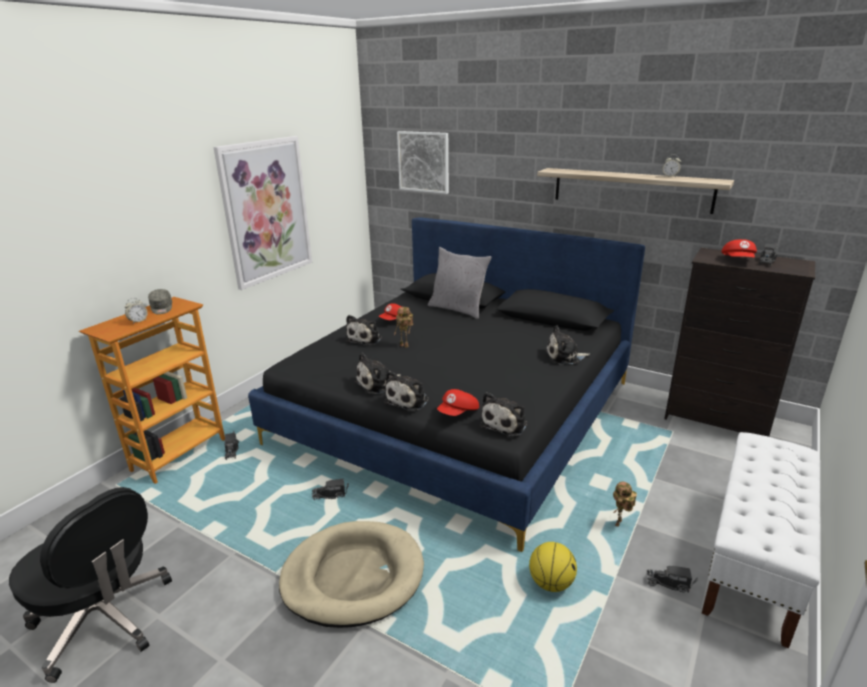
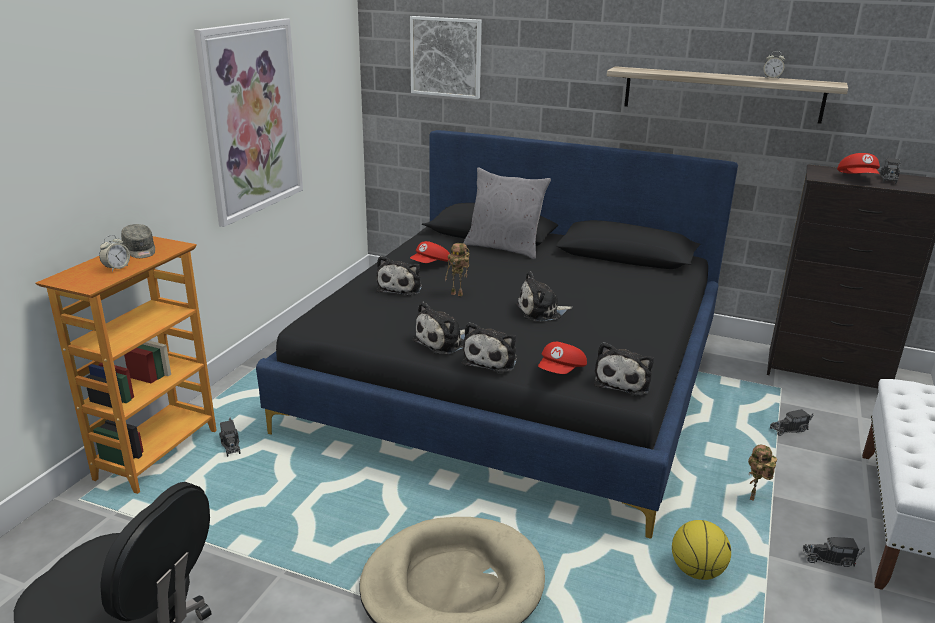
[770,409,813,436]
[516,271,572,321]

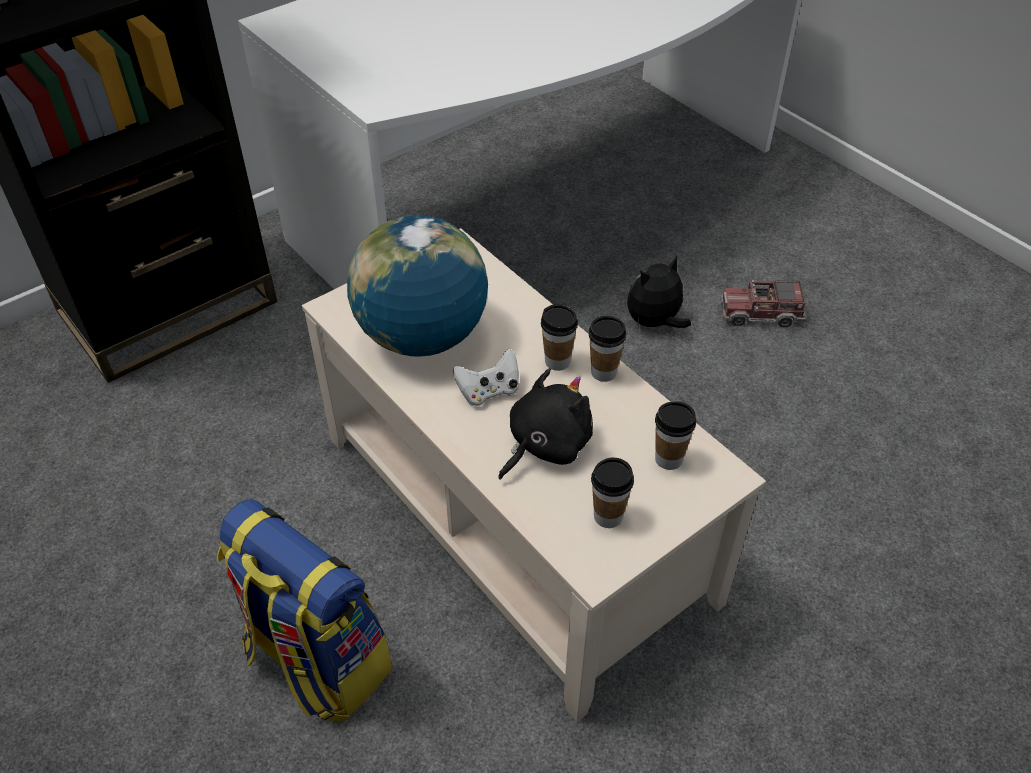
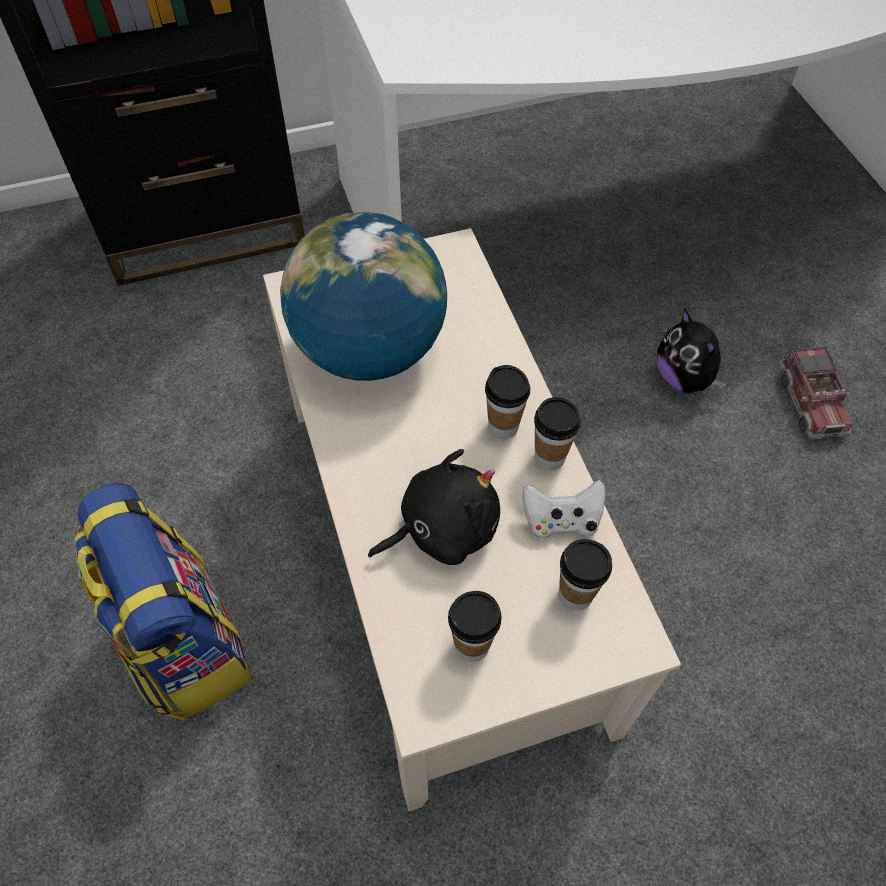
[522,480,605,539]
[657,308,727,393]
[779,347,853,439]

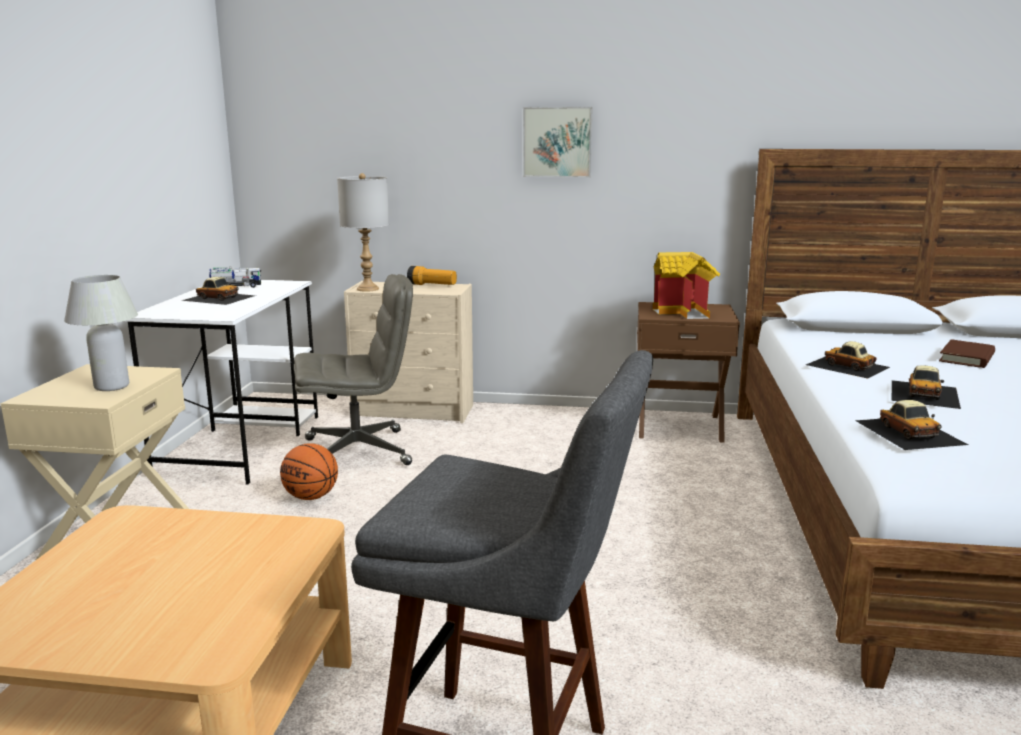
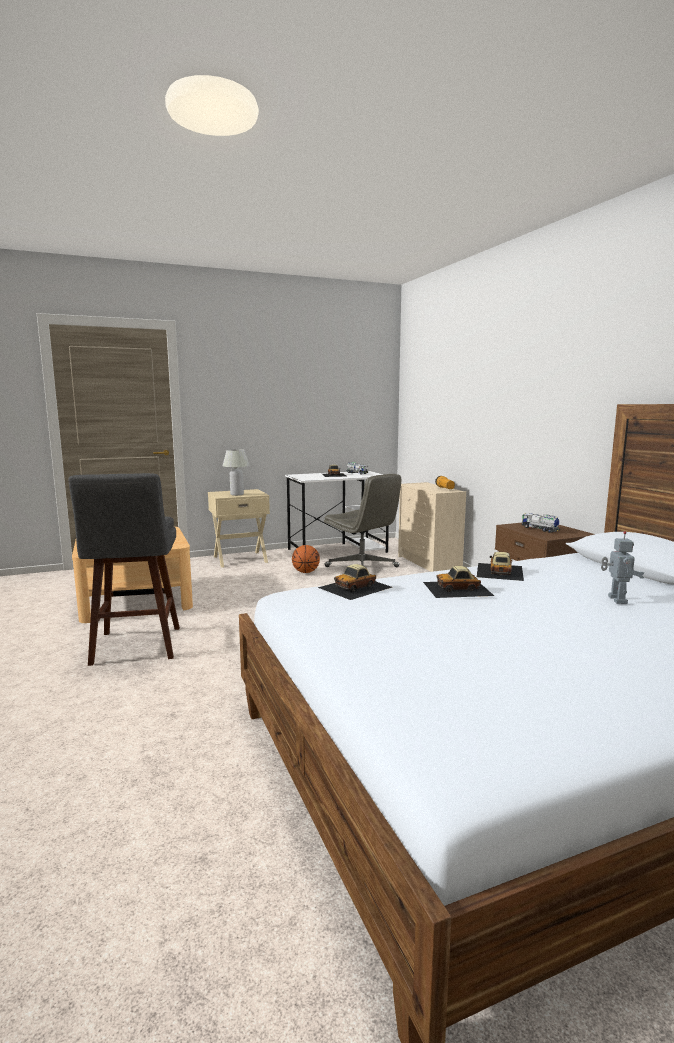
[337,173,389,292] (first image)
[523,107,593,178] (first image)
[522,513,561,533]
[601,531,644,604]

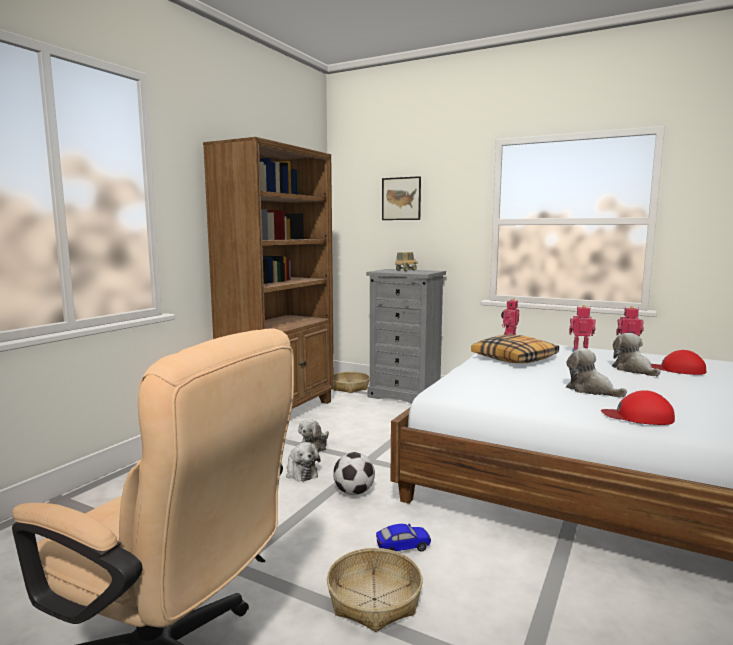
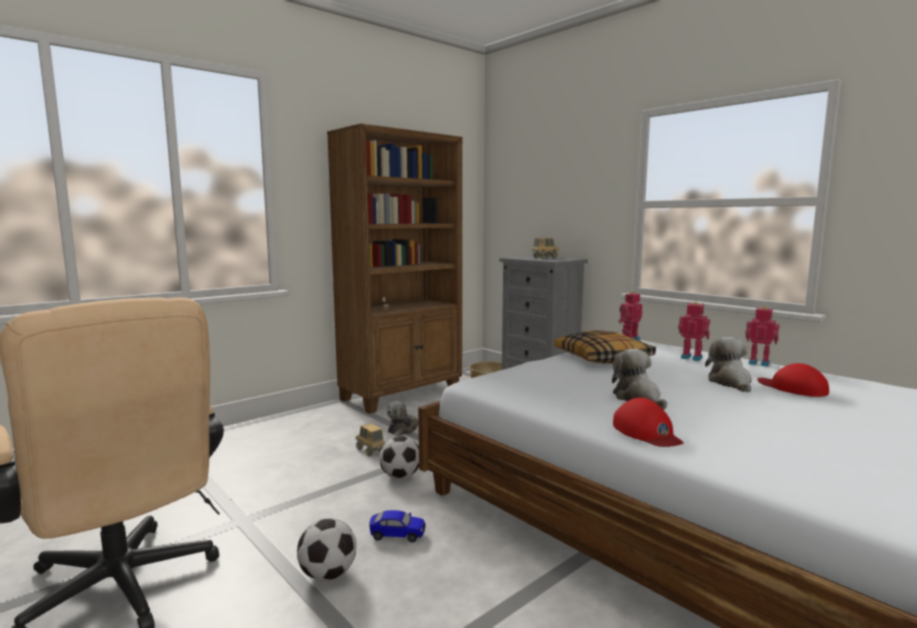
[356,423,385,456]
[297,518,357,581]
[382,176,421,220] (first image)
[613,398,683,447]

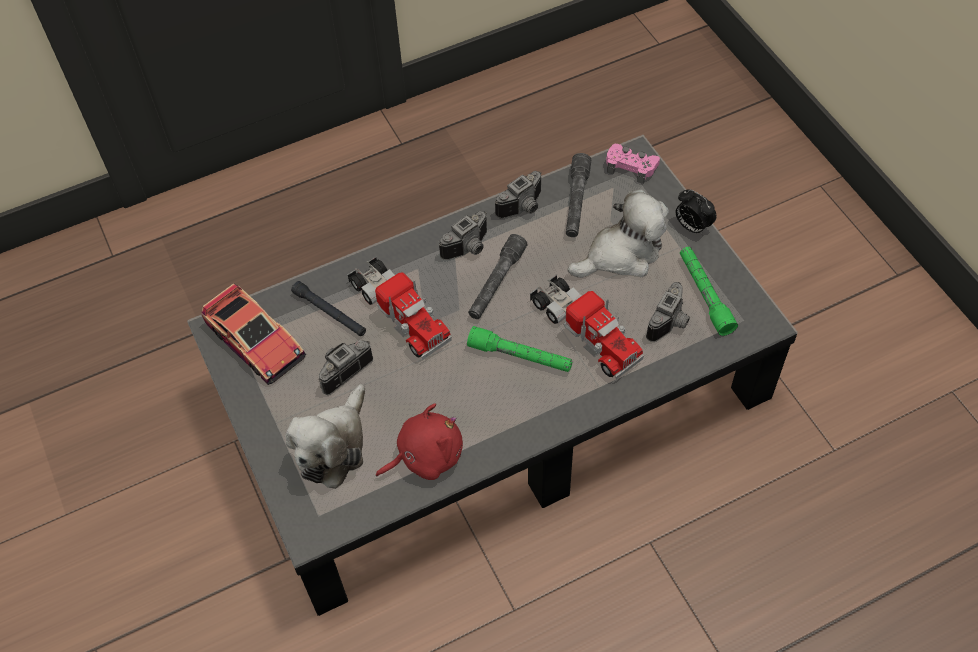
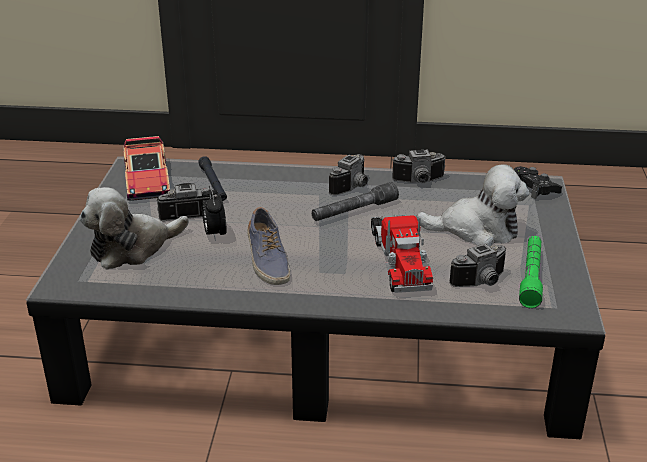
[347,257,452,360] (first image)
[376,403,463,480] (first image)
[329,154,368,195]
[467,326,572,372] (first image)
[566,153,591,237] (first image)
[514,166,562,199]
[201,185,227,242]
[247,207,291,285]

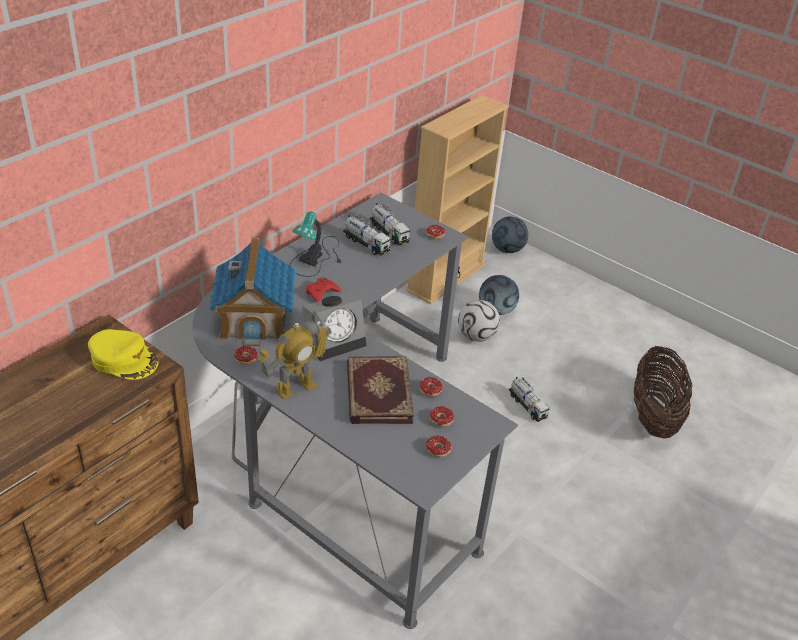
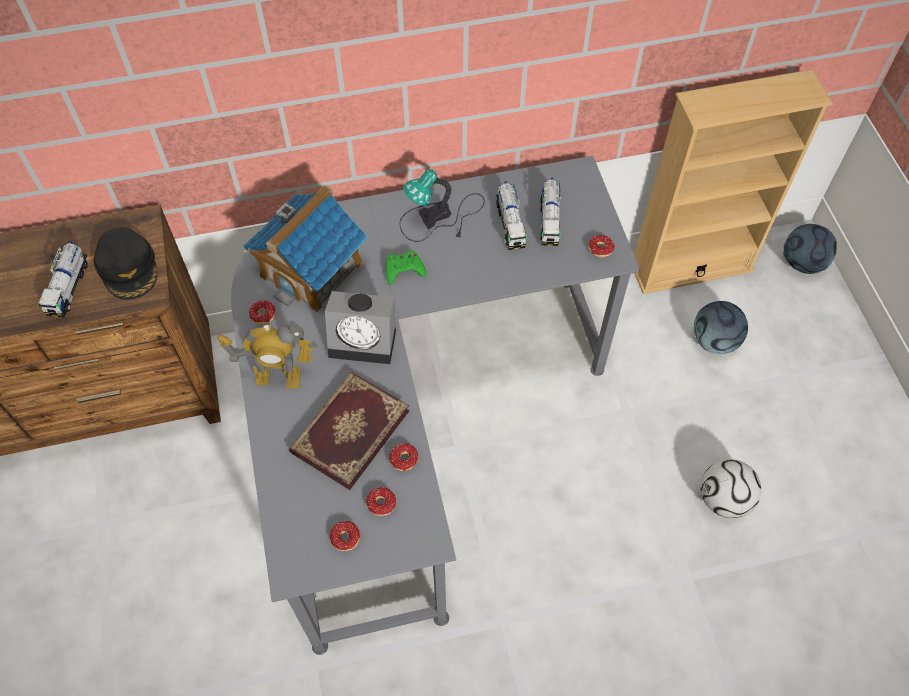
[94,227,157,300]
[386,250,427,285]
[700,459,761,518]
[38,241,88,317]
[634,346,693,439] (first image)

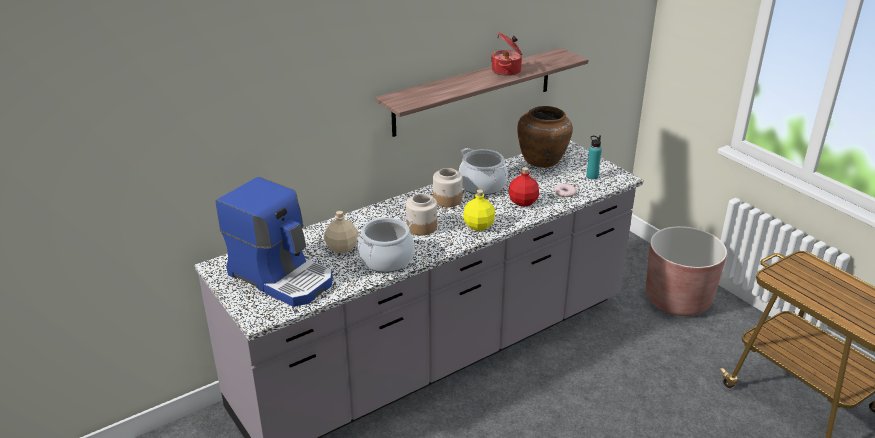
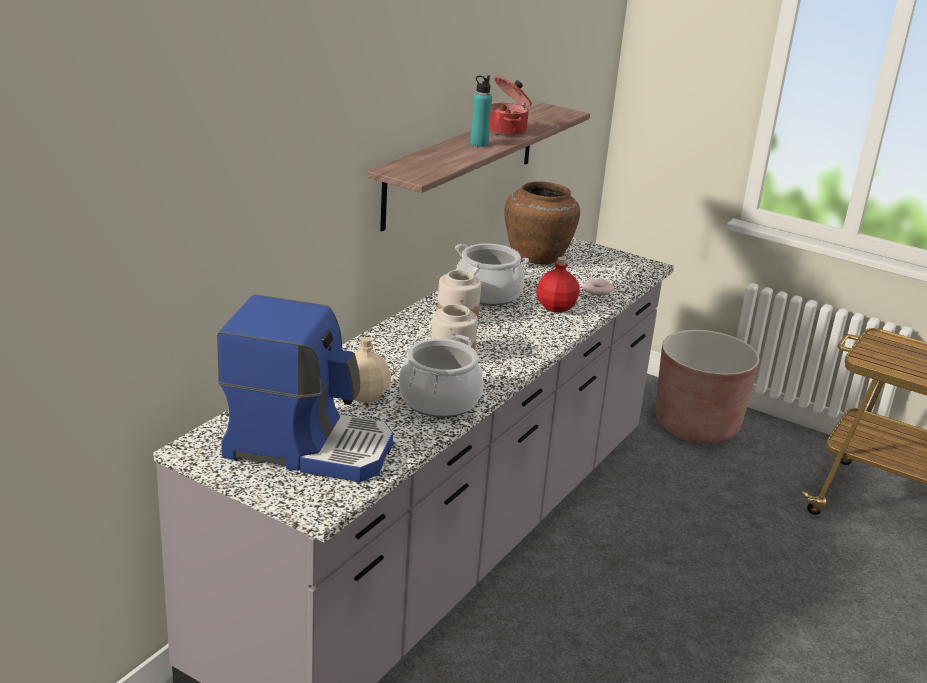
[463,190,495,231] (first image)
[470,75,492,147]

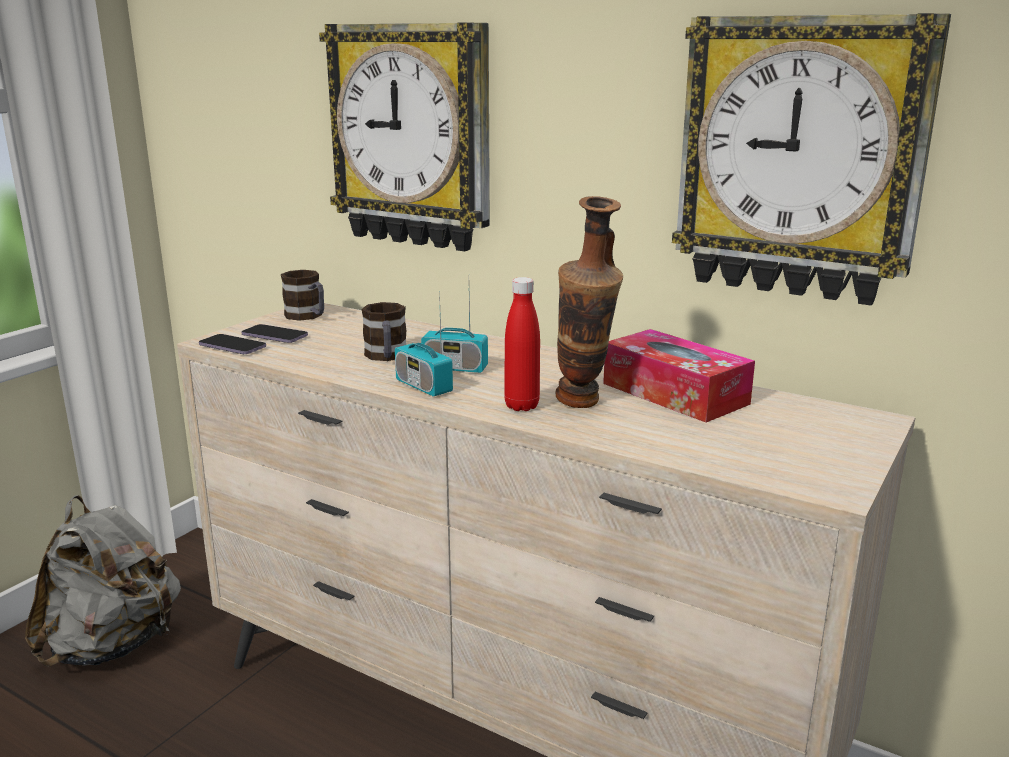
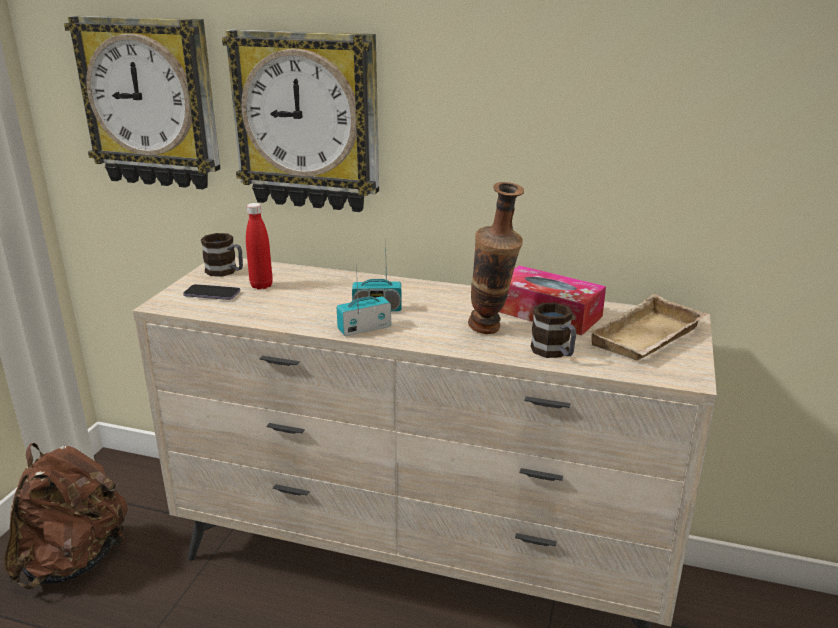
[4,443,127,589]
[199,334,266,354] (first image)
[531,303,576,358]
[337,263,391,336]
[246,203,273,290]
[64,16,221,189]
[588,294,707,360]

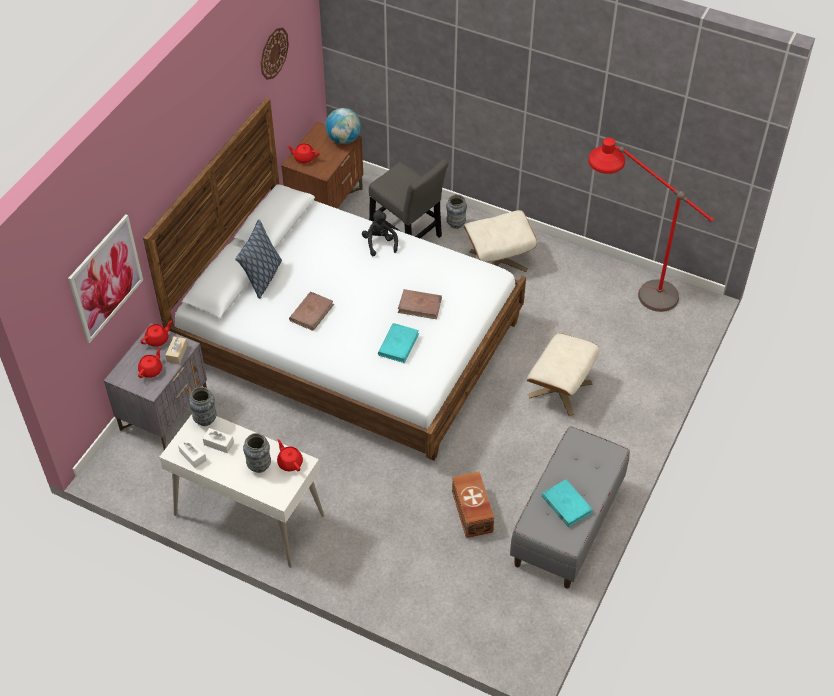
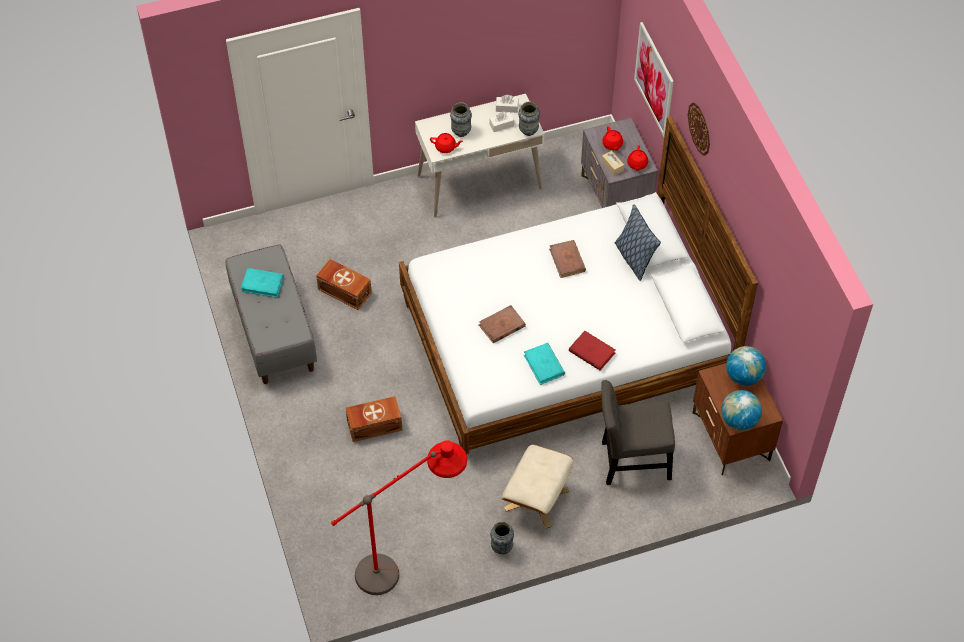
[688,102,710,156]
[726,346,766,386]
[569,331,615,370]
[524,343,565,385]
[490,522,514,554]
[346,396,402,442]

